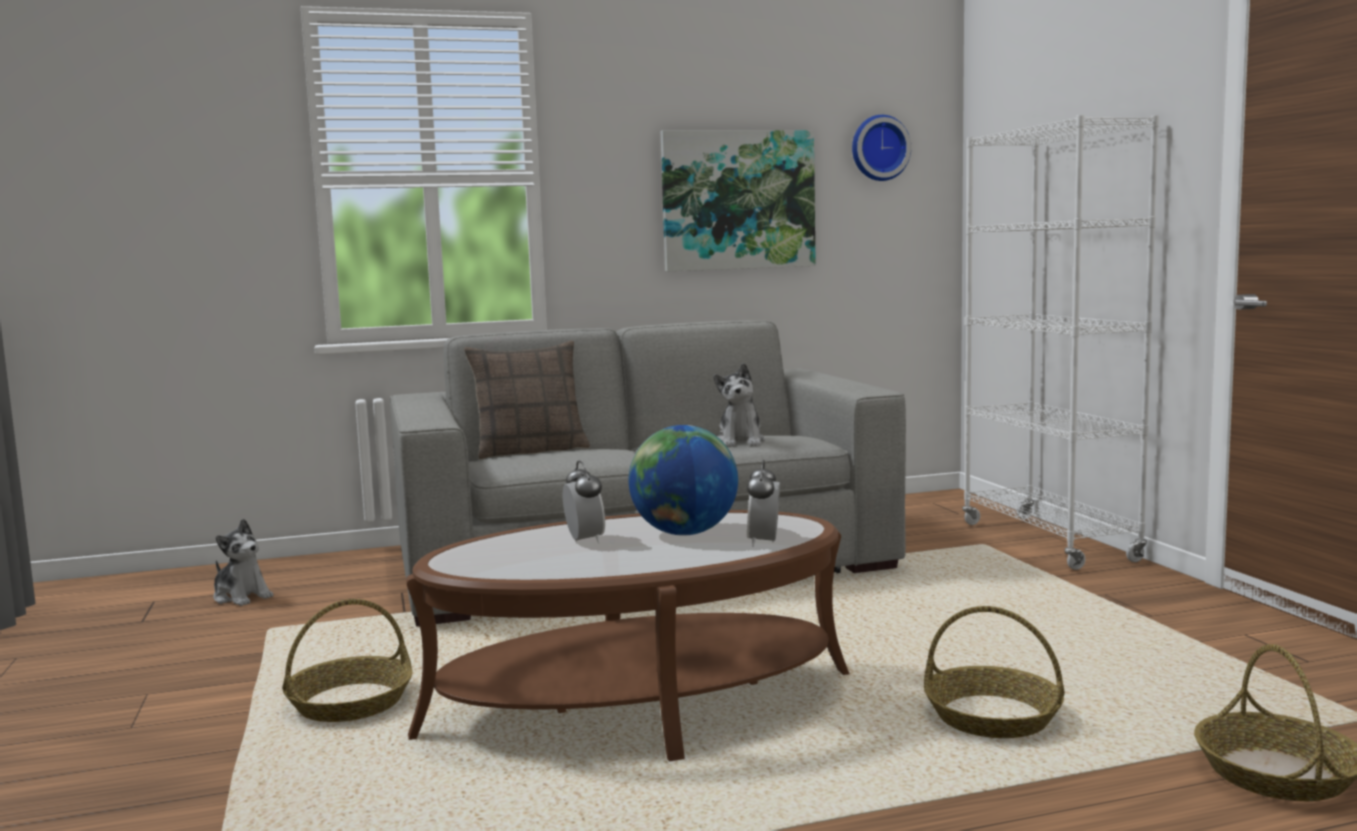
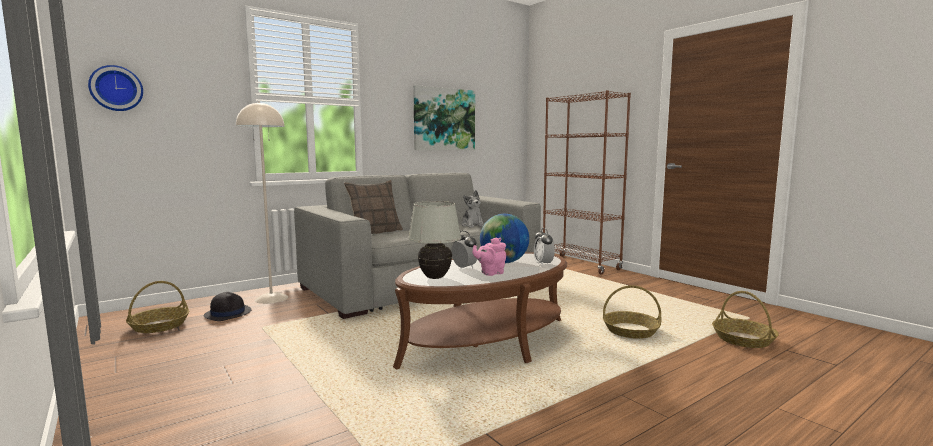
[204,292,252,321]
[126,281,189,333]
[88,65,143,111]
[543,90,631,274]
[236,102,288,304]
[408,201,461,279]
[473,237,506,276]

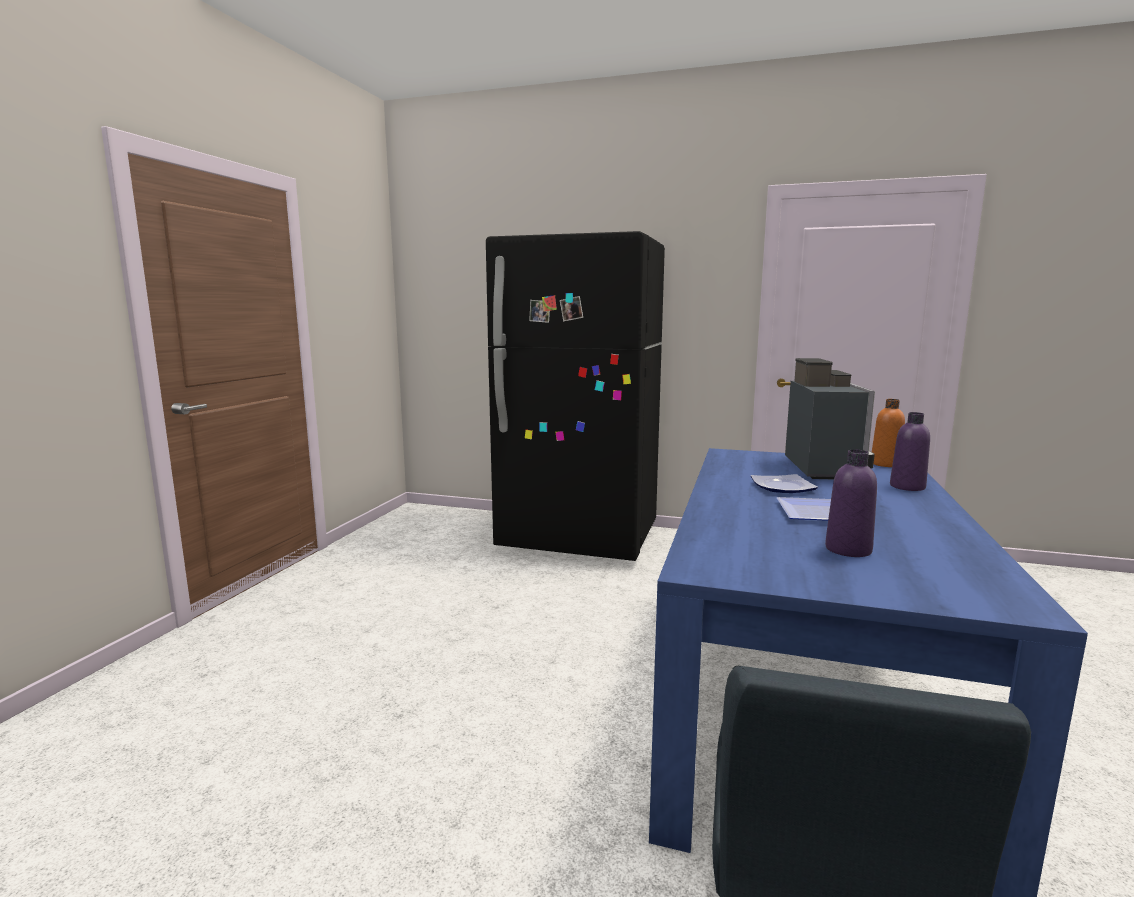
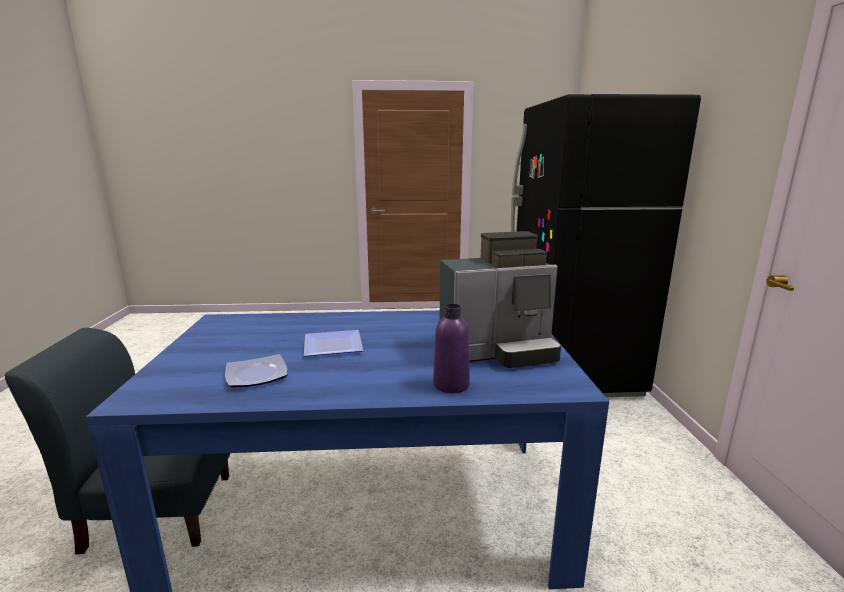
[225,354,287,388]
[825,450,877,557] (first image)
[872,399,905,467] (first image)

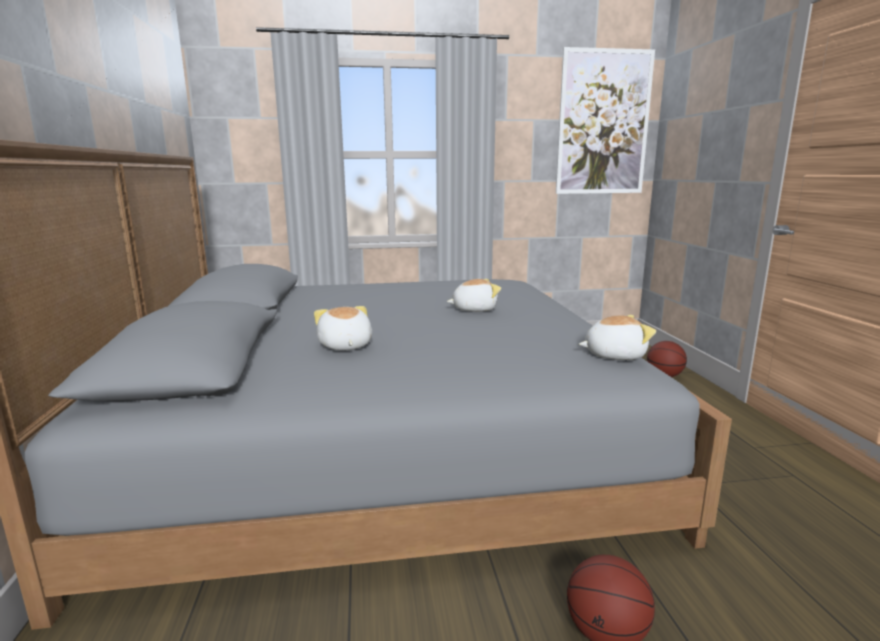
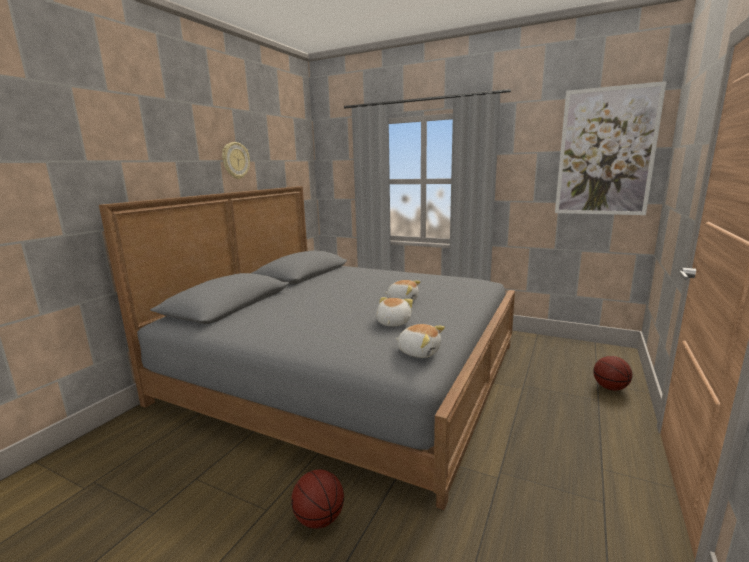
[376,297,413,327]
[222,142,250,179]

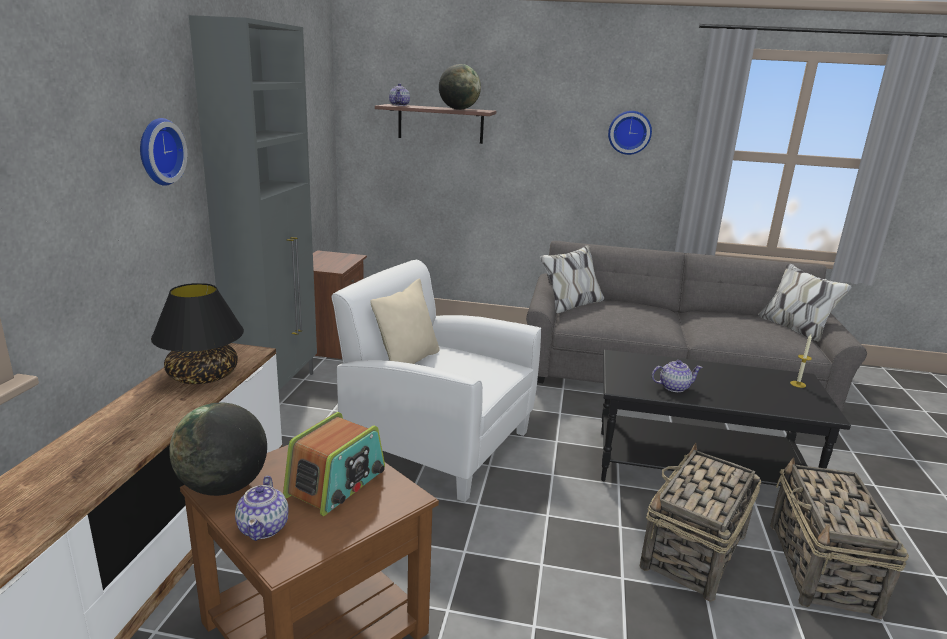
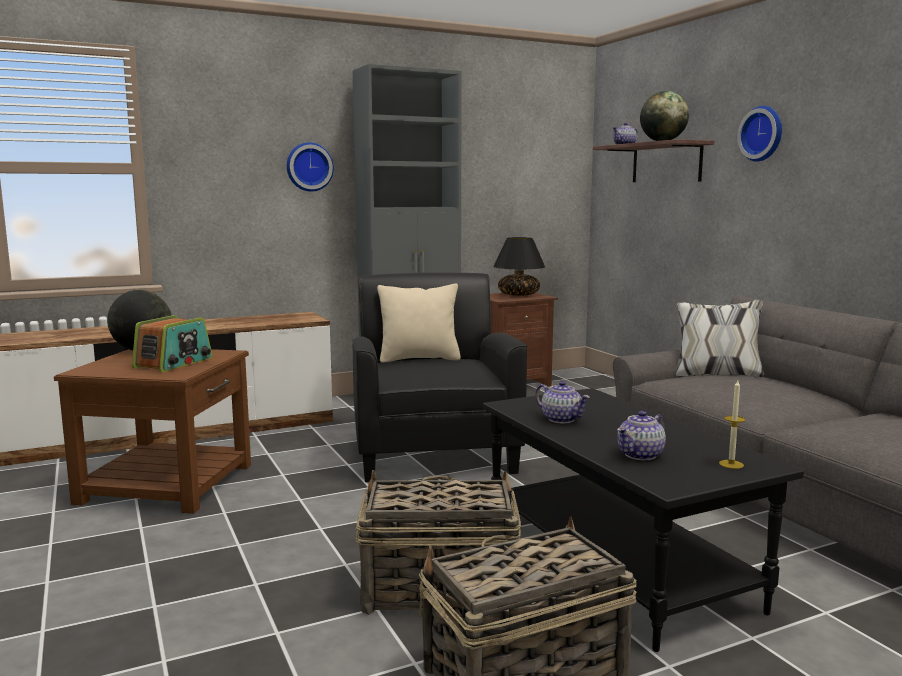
[493,237,545,296]
[617,411,666,460]
[132,315,212,372]
[352,272,527,482]
[737,106,782,162]

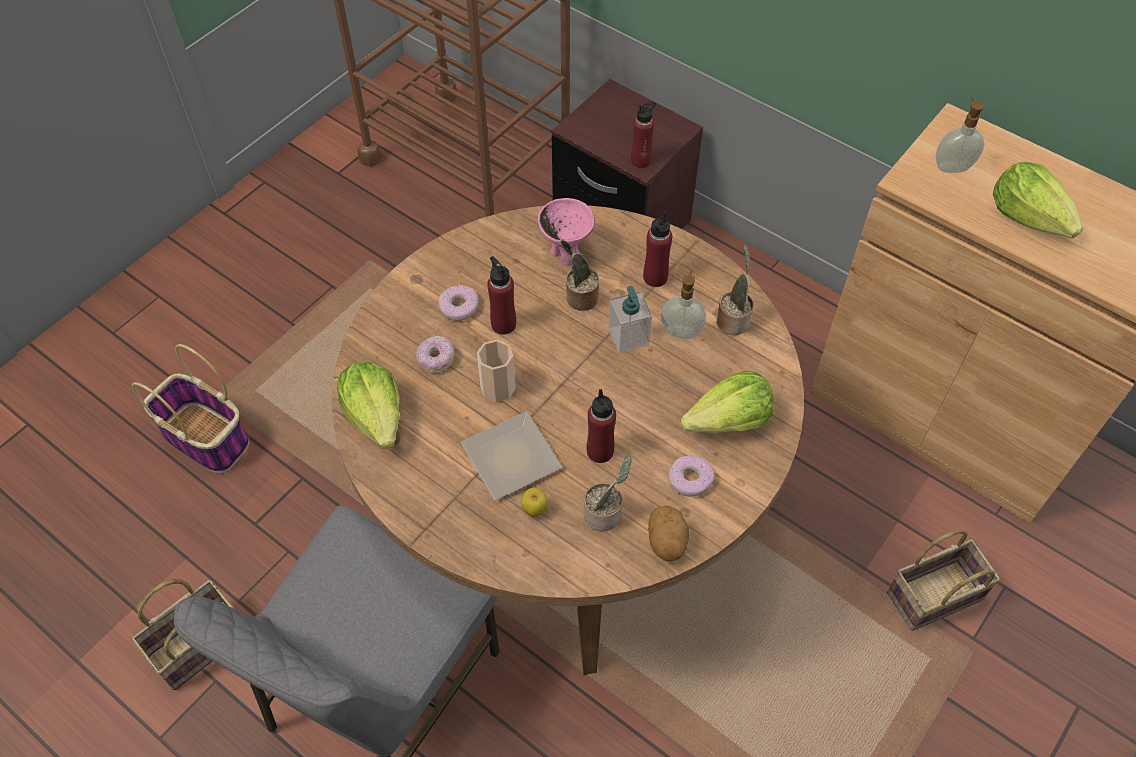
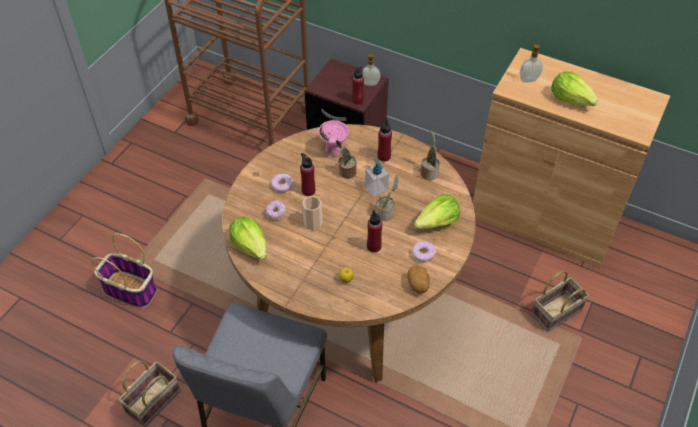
[461,411,562,500] (first image)
[376,175,399,221]
[362,52,381,86]

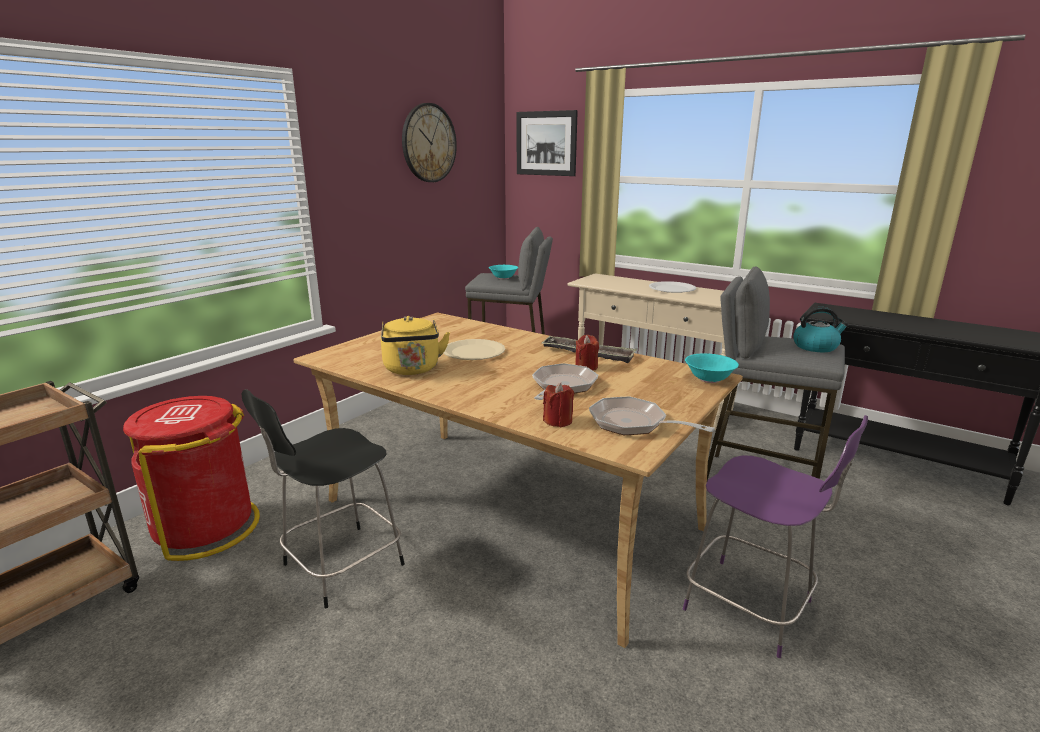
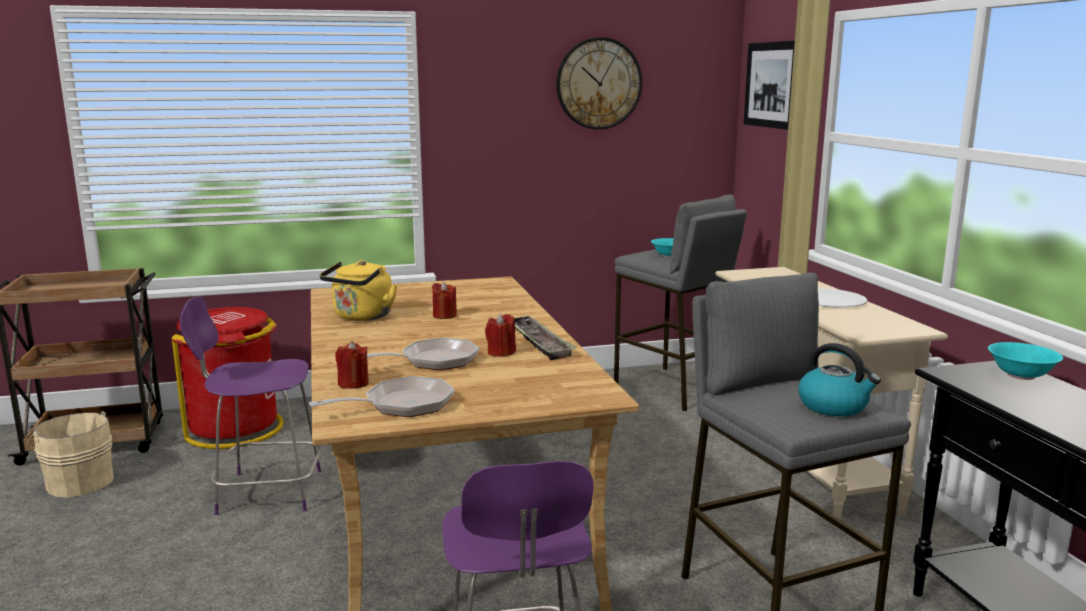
[180,296,322,515]
[432,282,457,319]
[309,376,455,417]
[988,342,1063,380]
[27,411,114,498]

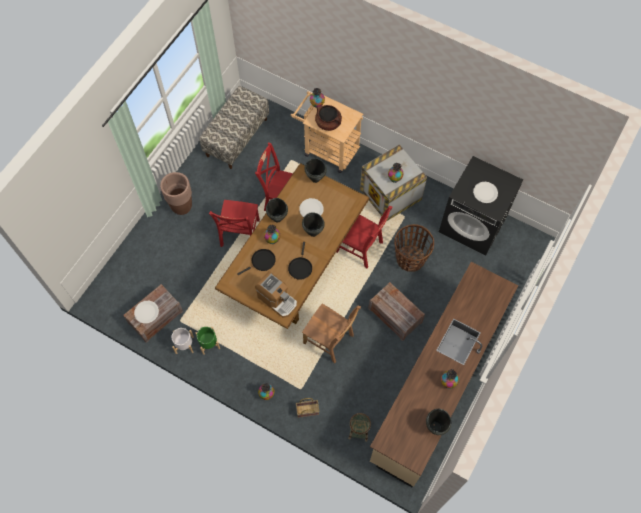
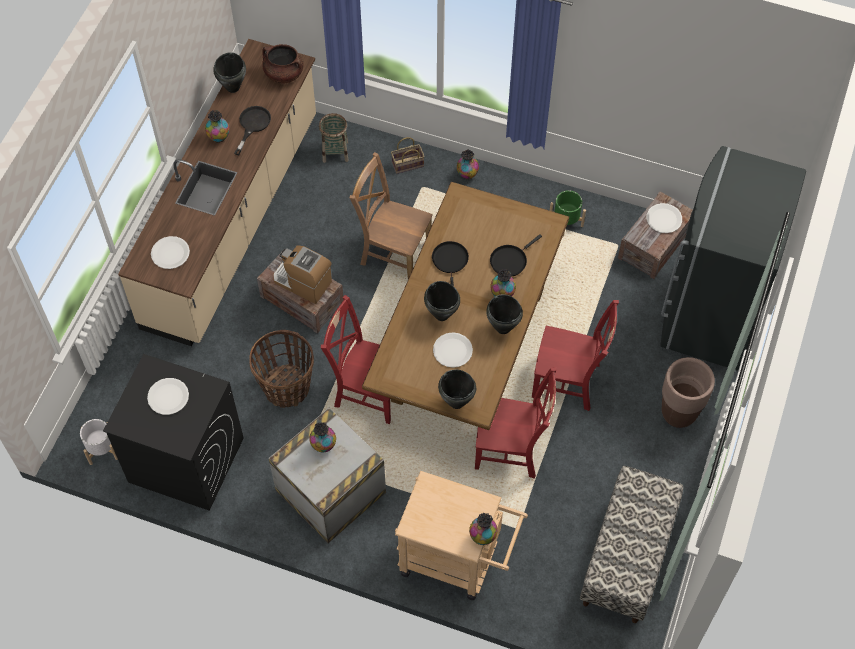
[80,419,118,465]
[532,300,619,411]
[273,245,332,304]
[262,44,304,83]
[151,236,190,269]
[234,106,271,155]
[661,146,806,370]

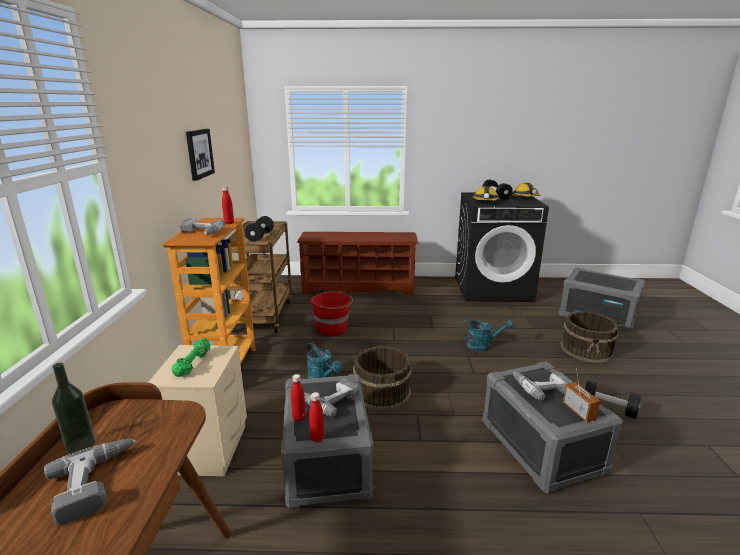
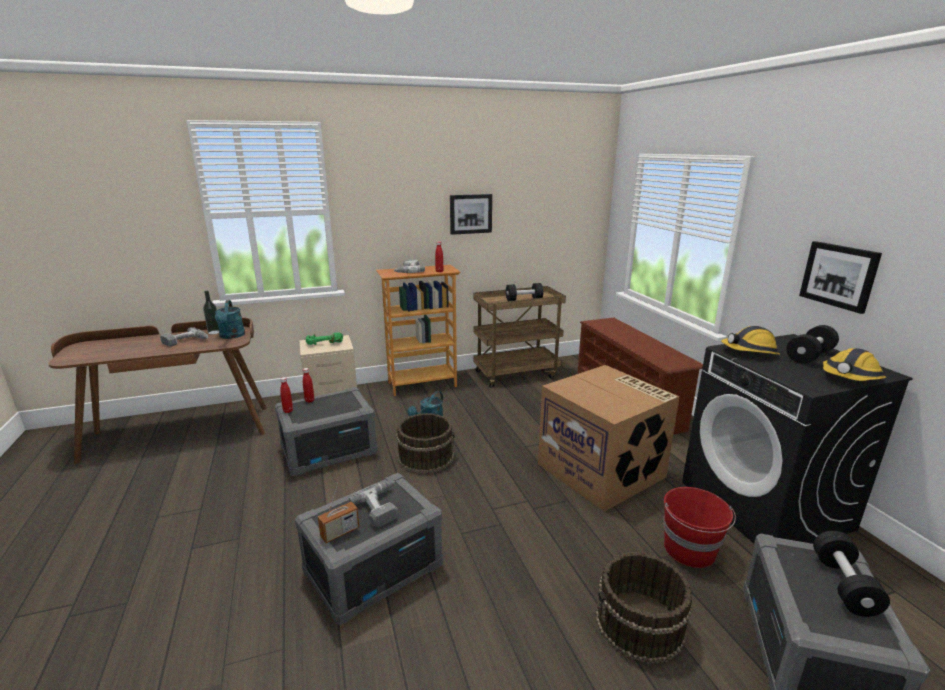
[304,379,360,417] (first image)
[663,487,736,568]
[215,300,245,339]
[813,531,890,617]
[538,365,680,512]
[799,241,882,314]

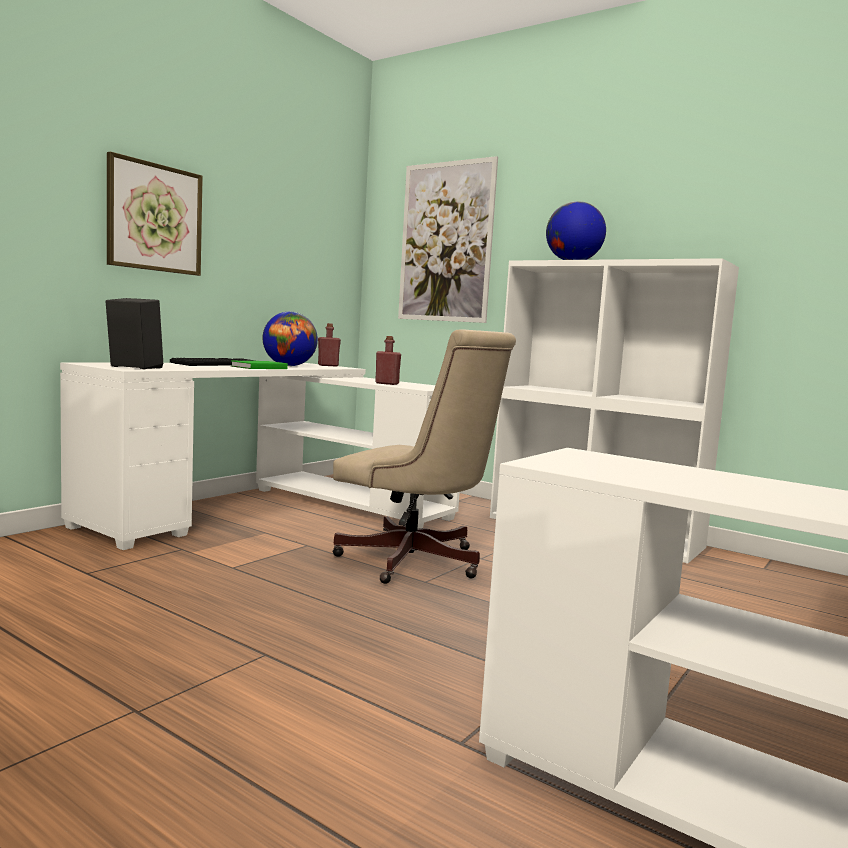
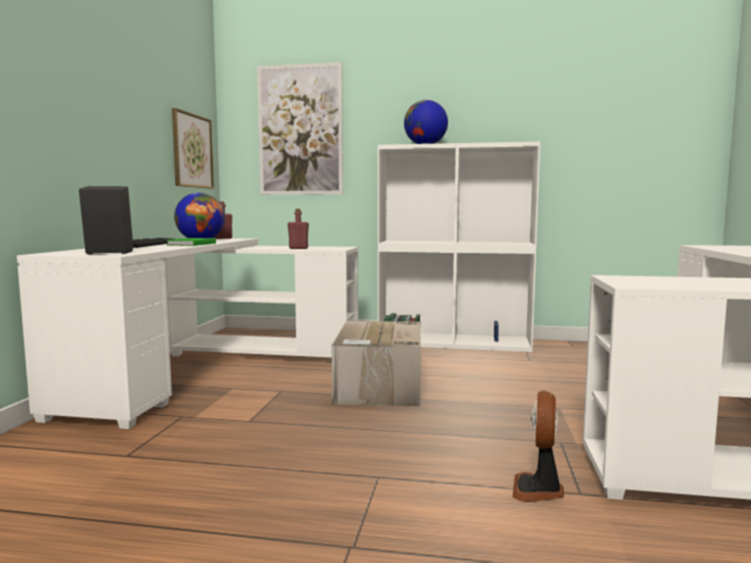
[172,108,214,189]
[332,321,421,407]
[513,390,564,502]

